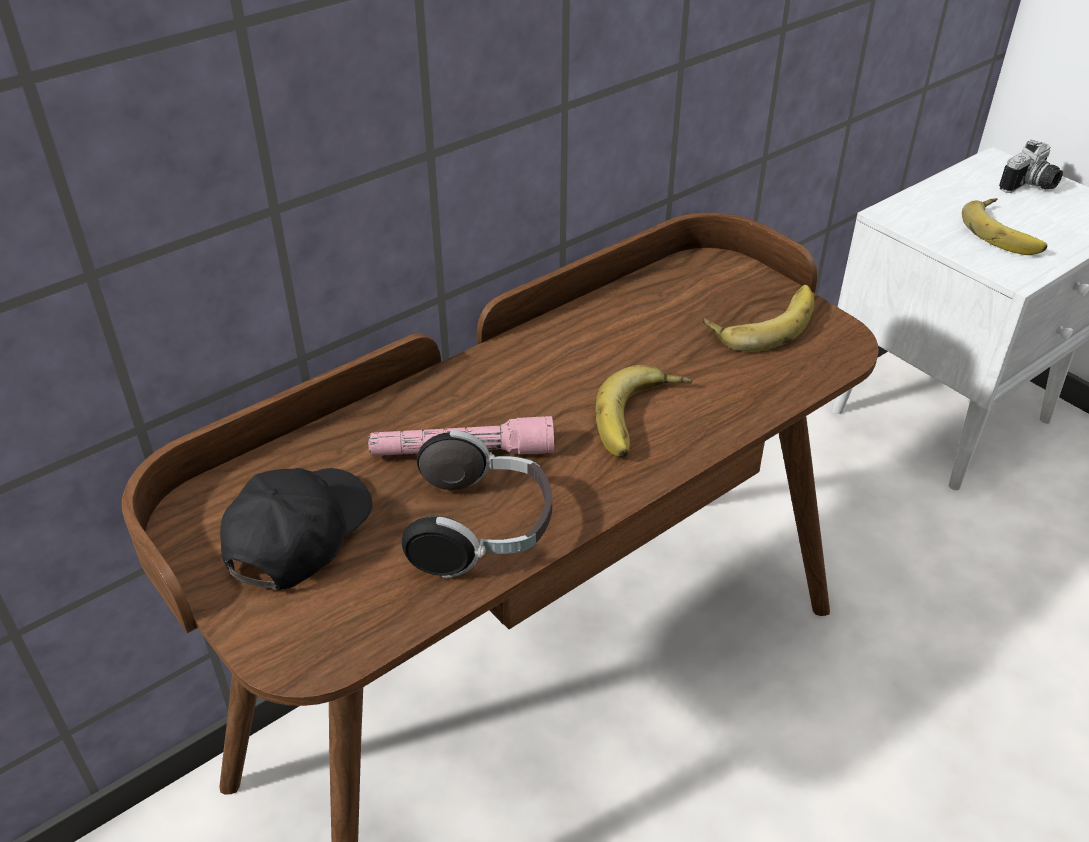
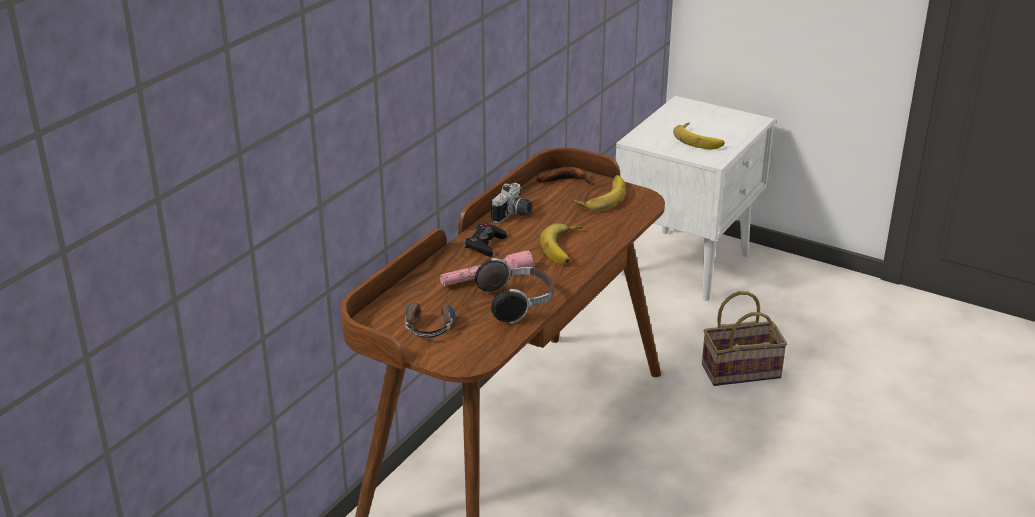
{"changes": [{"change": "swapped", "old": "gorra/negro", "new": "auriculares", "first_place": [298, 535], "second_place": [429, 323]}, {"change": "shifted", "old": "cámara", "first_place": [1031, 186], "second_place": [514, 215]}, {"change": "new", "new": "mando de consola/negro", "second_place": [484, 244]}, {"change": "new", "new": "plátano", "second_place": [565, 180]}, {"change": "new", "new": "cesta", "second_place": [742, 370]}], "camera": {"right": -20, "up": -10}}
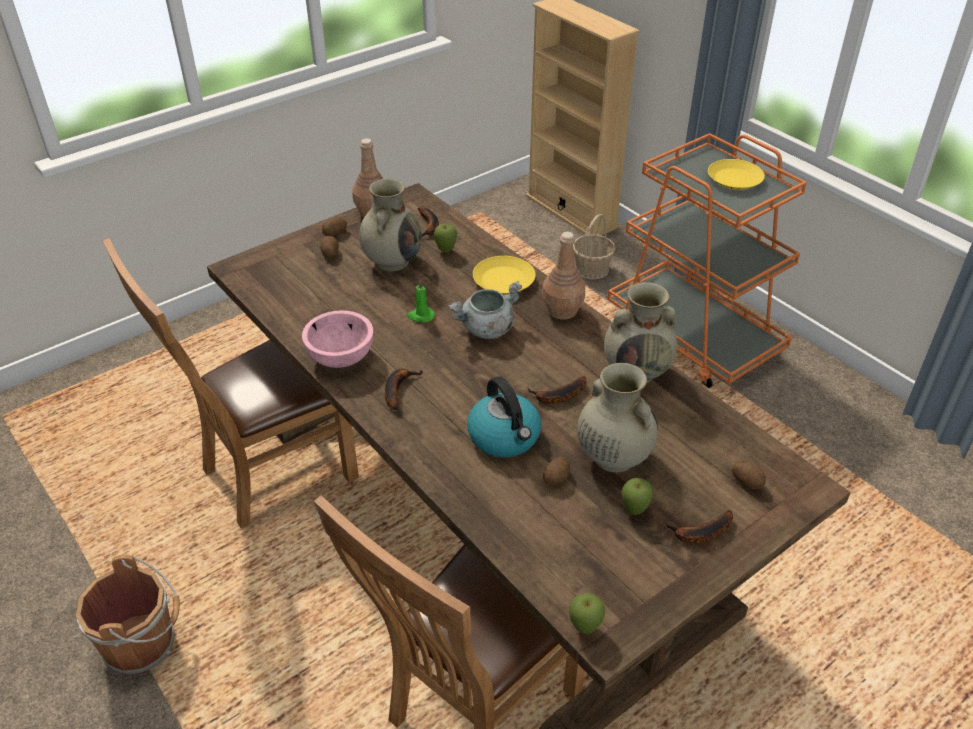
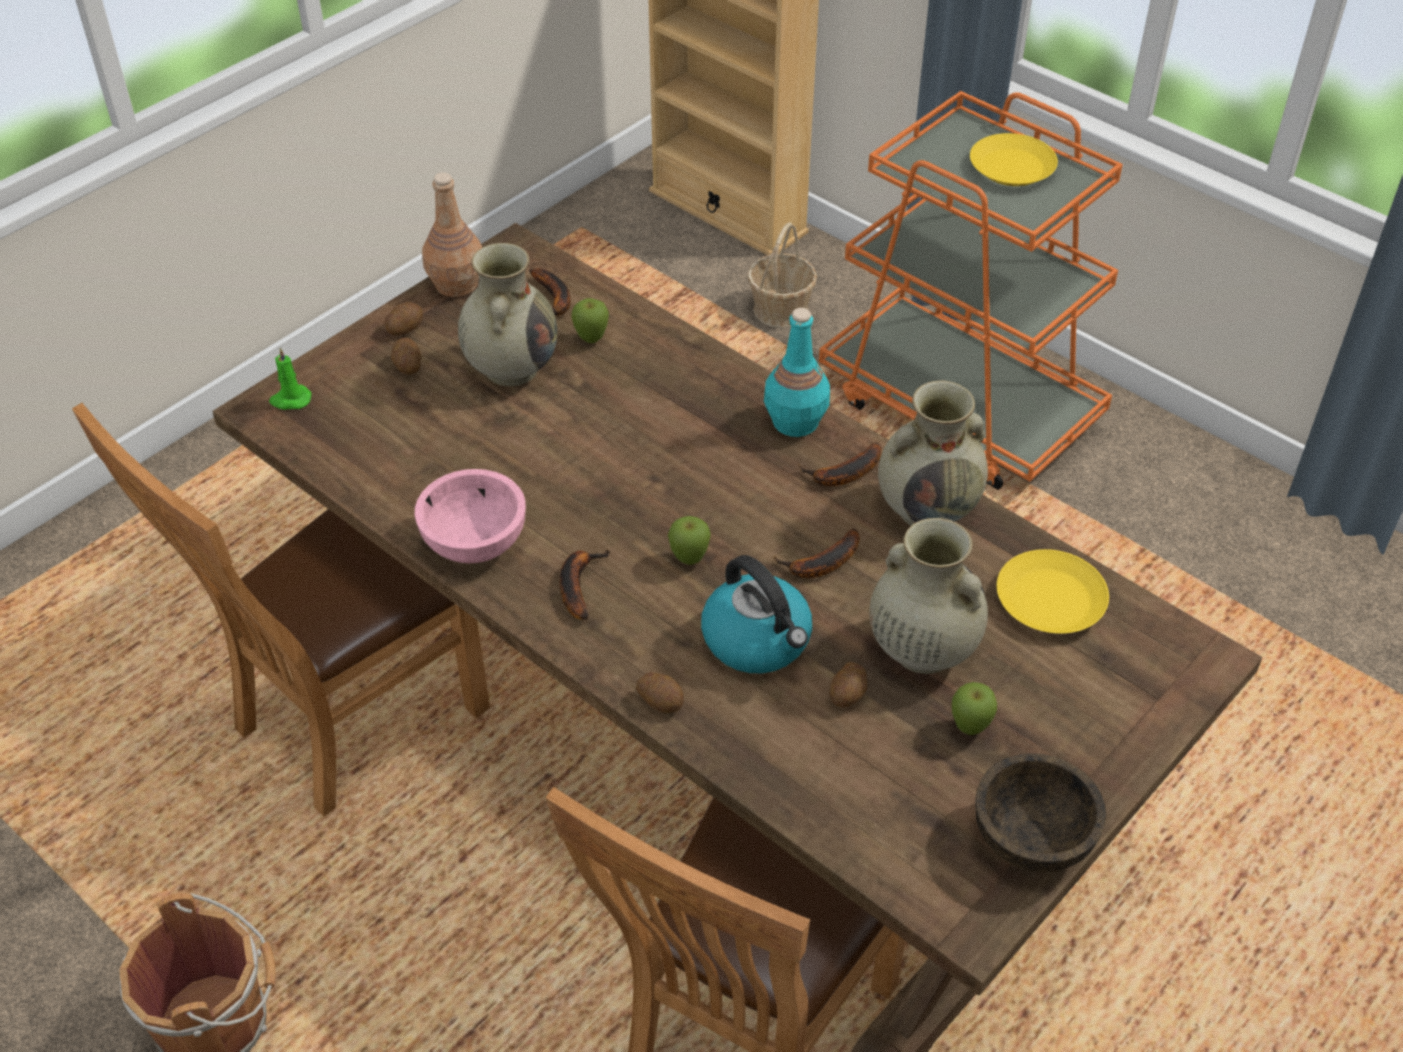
{"changes": [{"change": "shifted", "old": "vela/verde", "first_place": [420, 316], "second_place": [290, 400]}, {"change": "gone", "old": "olla/gris", "first_place": [486, 329]}, {"change": "shifted", "old": "plato/amarillo", "first_place": [504, 280], "second_place": [1051, 599]}, {"change": "repainted", "old": "botella/marrón", "new": "botella/turquesa", "first_place": [562, 311], "second_place": [795, 422]}, {"change": "shifted", "old": "manzana", "first_place": [584, 628], "second_place": [689, 560]}, {"change": "shifted", "old": "plátano", "first_place": [699, 533], "second_place": [843, 475]}, {"change": "shifted", "old": "patata", "first_place": [747, 481], "second_place": [661, 701]}, {"change": "new", "new": "cuenco/marrón", "second_place": [1032, 839]}], "camera": {"right": -10, "up": 5}}
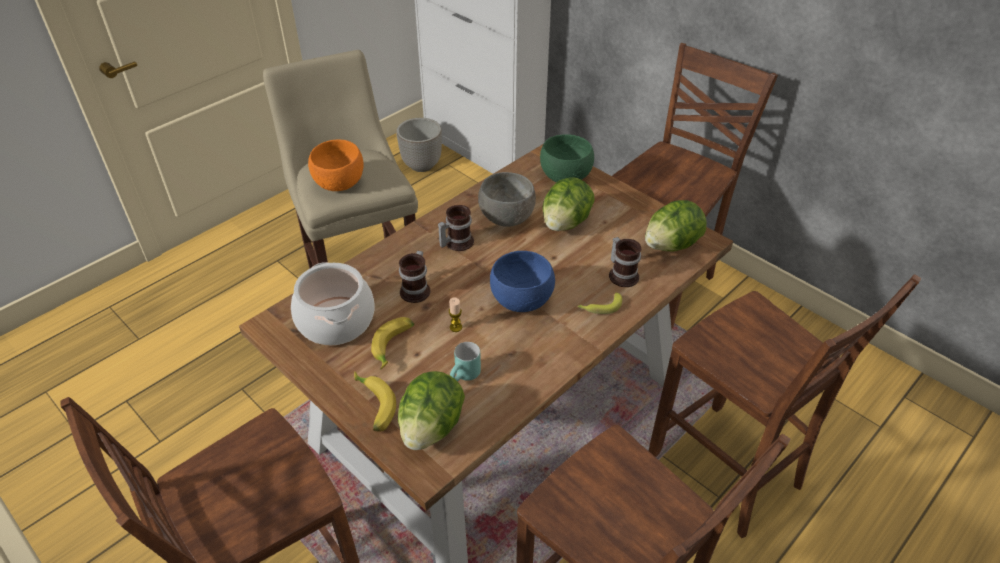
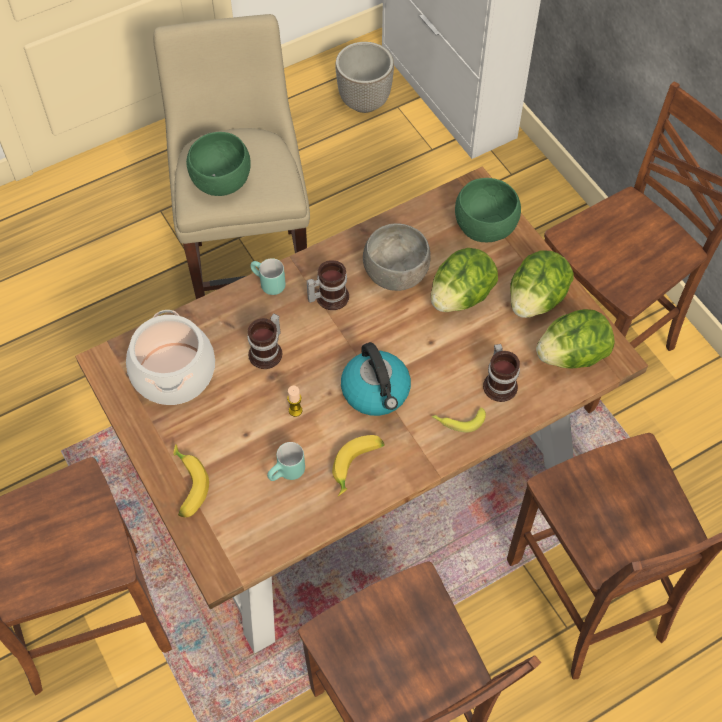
{"changes": [{"change": "repainted", "old": "cuenco/naranja", "new": "cuenco/verde", "first_place": [338, 184], "second_place": [220, 182]}, {"change": "shifted", "old": "plátano", "first_place": [394, 347], "second_place": [358, 467]}, {"change": "shifted", "old": "lechuga", "first_place": [431, 427], "second_place": [536, 299]}, {"change": "swapped", "old": "cuenco/azul", "new": "hervidor", "first_place": [522, 300], "second_place": [376, 392]}, {"change": "new", "new": "taza grande/turquesa", "second_place": [267, 285]}], "camera": {"right": 15, "up": 15}}
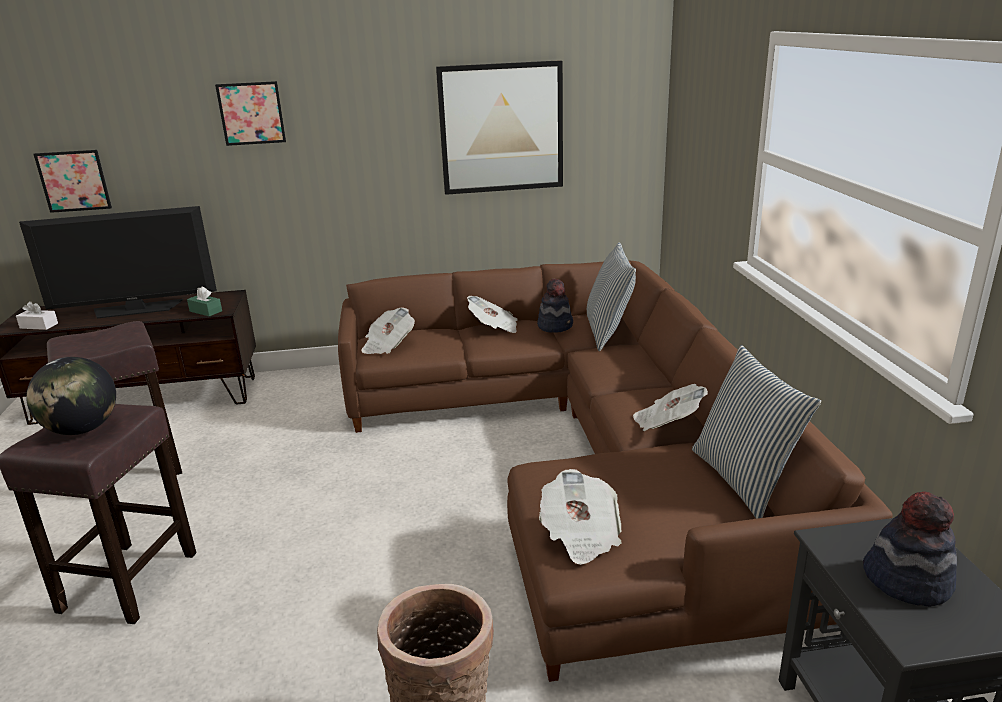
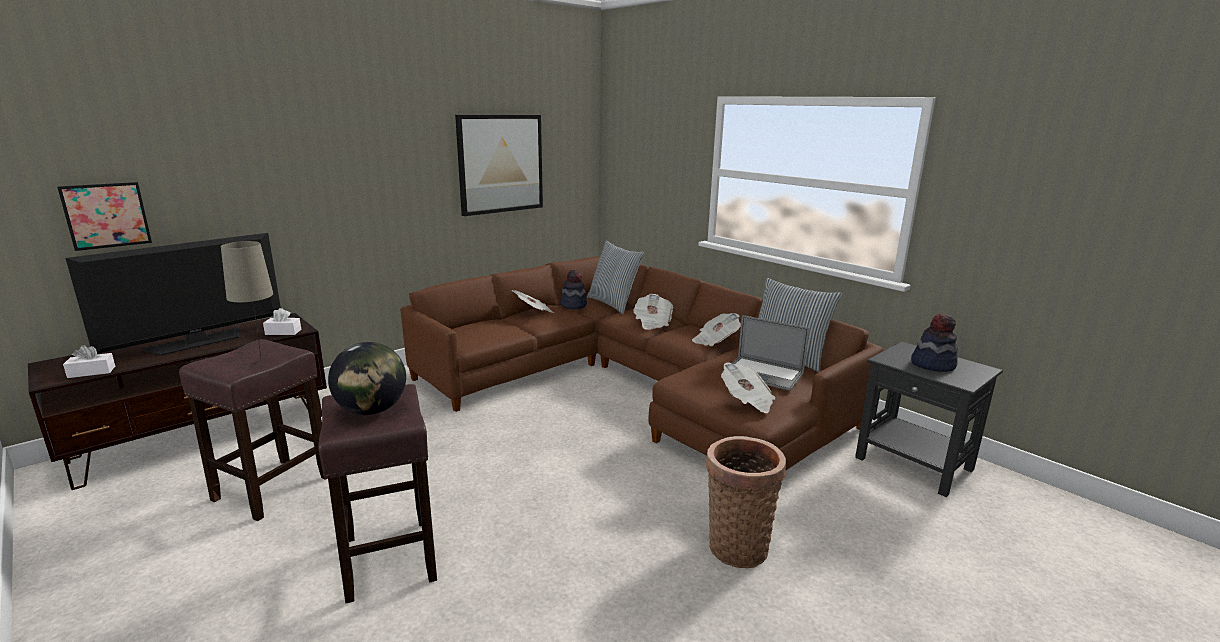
{"changes": [{"change": "repainted", "old": "caja de pañuelos/verde", "new": "caja de pañuelos/blanco", "first_place": [206, 311], "second_place": [283, 332]}, {"change": "gone", "old": "cuadro", "first_place": [251, 113]}, {"change": "shifted", "old": "periódico", "first_place": [388, 345], "second_place": [652, 322]}, {"change": "new", "new": "lámpara de mesa/beis", "second_place": [263, 364]}, {"change": "new", "new": "portátil", "second_place": [762, 374]}], "camera": {"right": -35, "up": -5}}
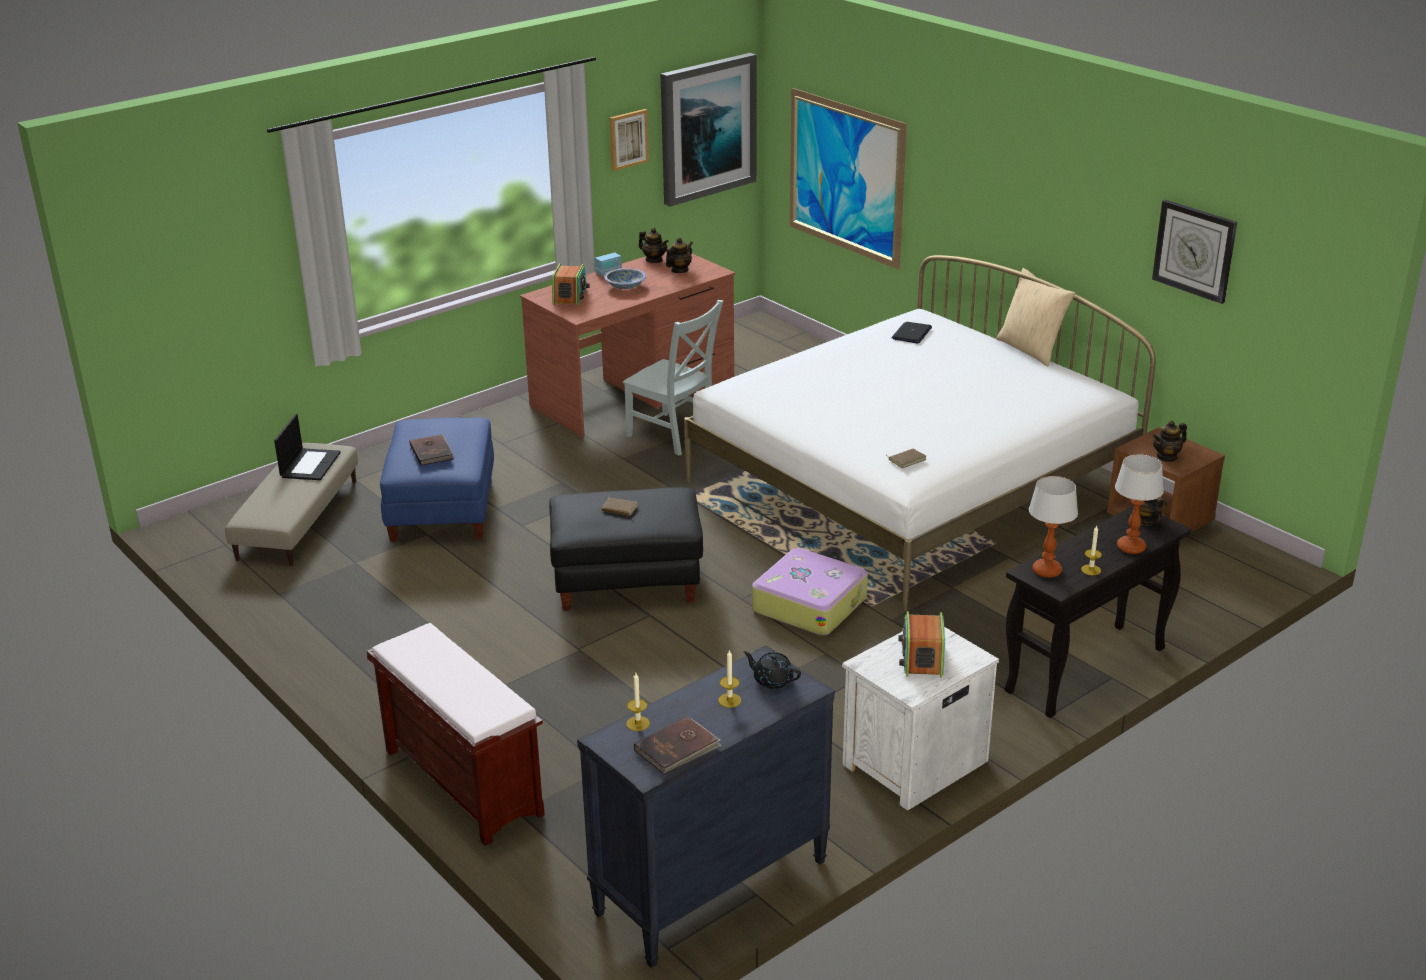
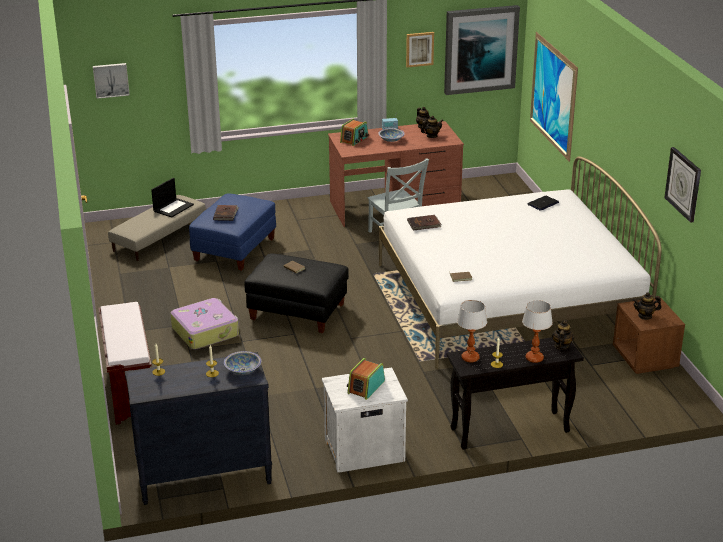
{"changes": [{"change": "shifted", "old": "libro/marrón", "first_place": [678, 748], "second_place": [424, 224]}, {"change": "swapped", "old": "tetera/negro", "new": "cuenco", "first_place": [772, 680], "second_place": [242, 370]}, {"change": "shifted", "old": "maleta", "first_place": [809, 604], "second_place": [205, 331]}, {"change": "gone", "old": "cojín/beis", "first_place": [1031, 349]}, {"change": "new", "new": "cuadro", "second_place": [111, 80]}], "camera": {"right": 25, "up": 0}}
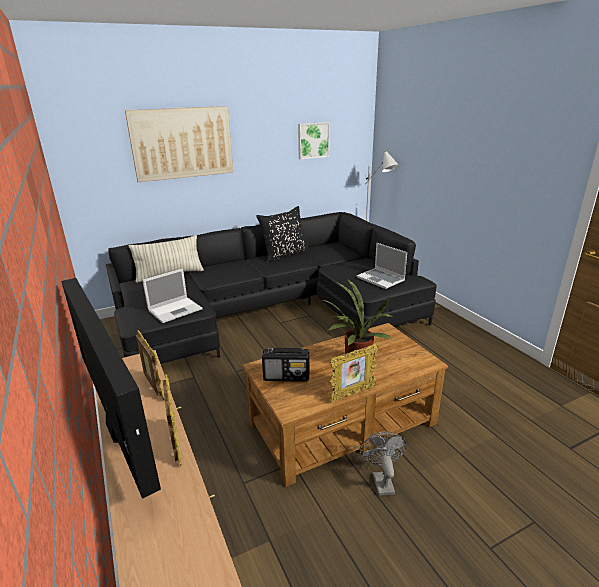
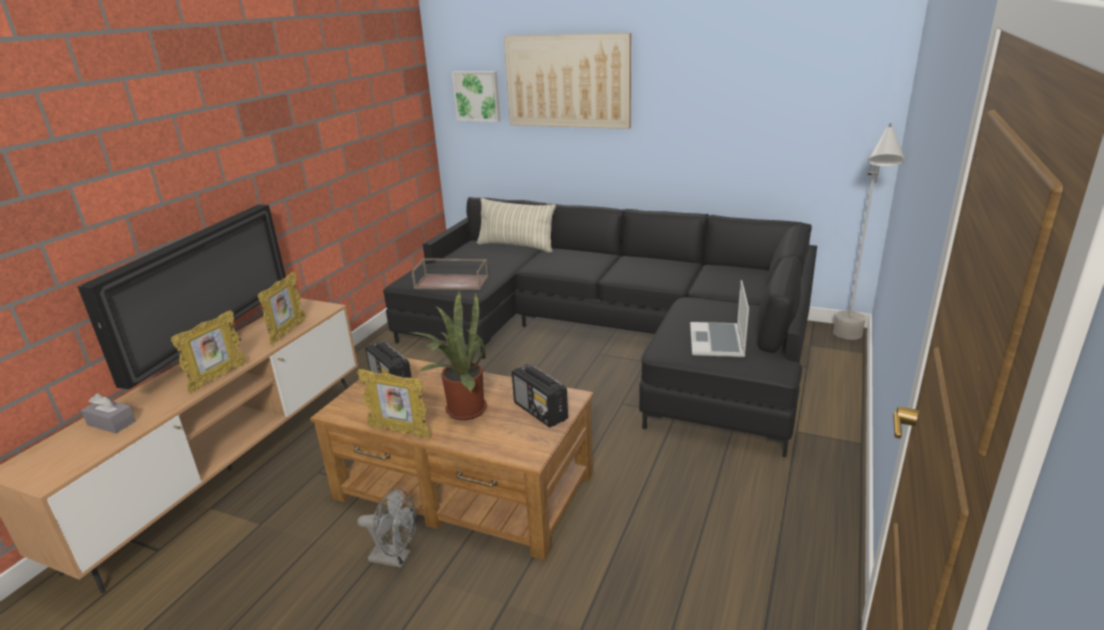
{"changes": [{"change": "swapped", "old": "portátil", "new": "bandeja/marrón", "first_place": [176, 309], "second_place": [452, 282]}, {"change": "gone", "old": "cojín/negro", "first_place": [284, 254]}, {"change": "shifted", "old": "cuadro", "first_place": [313, 140], "second_place": [477, 96]}, {"change": "rotated", "old": "ventilador/gris", "first_place": [381, 480], "second_place": [396, 558], "degrees": 60}, {"change": "new", "new": "caja de pañuelos/gris", "second_place": [111, 423]}, {"change": "new", "new": "radio", "second_place": [540, 411]}], "camera": {"right": 50, "up": 0}}
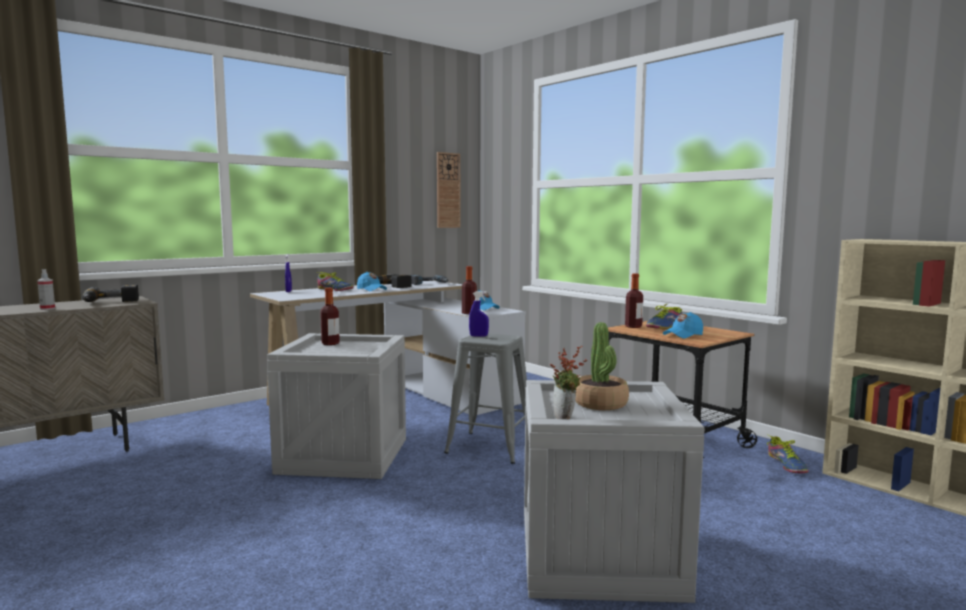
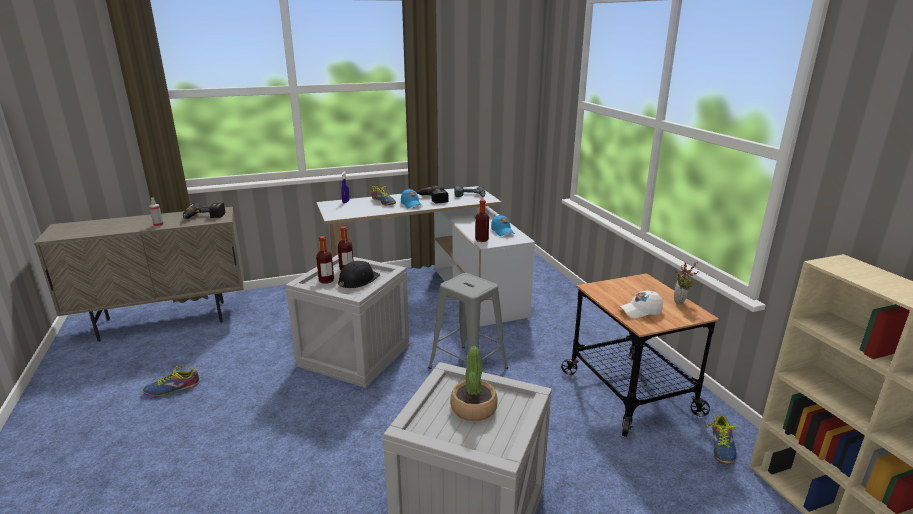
{"changes": [{"change": "gone", "old": "reloj de pared", "first_place": [448, 190]}, {"change": "gone", "old": "pulverizador/azul", "first_place": [478, 336]}, {"change": "shifted", "old": "planta en maceta", "first_place": [566, 418], "second_place": [681, 302]}, {"change": "shifted", "old": "botella", "first_place": [633, 326], "second_place": [326, 281]}, {"change": "shifted", "old": "zapato", "first_place": [665, 327], "second_place": [172, 389]}, {"change": "repainted", "old": "gorra/azul", "new": "gorra/blanco", "first_place": [683, 335], "second_place": [640, 311]}, {"change": "new", "new": "casco/negro", "second_place": [358, 280]}], "camera": {"right": 20, "up": 15}}
